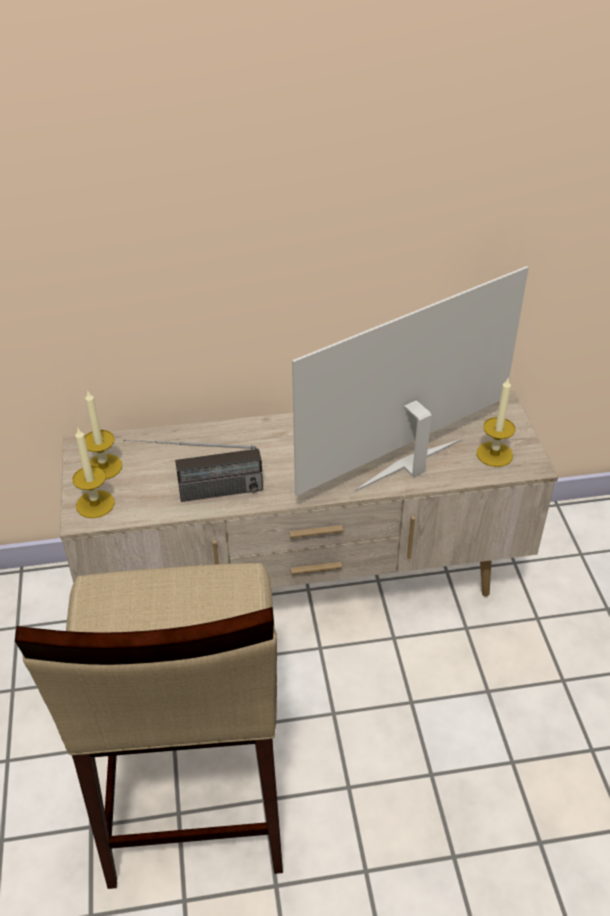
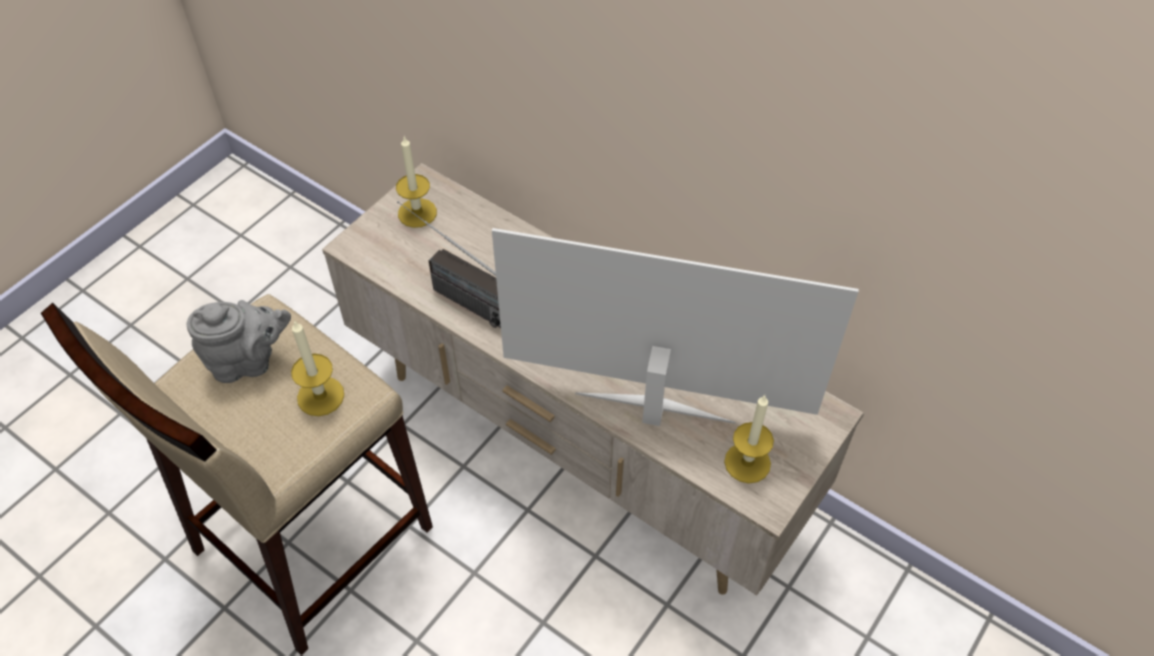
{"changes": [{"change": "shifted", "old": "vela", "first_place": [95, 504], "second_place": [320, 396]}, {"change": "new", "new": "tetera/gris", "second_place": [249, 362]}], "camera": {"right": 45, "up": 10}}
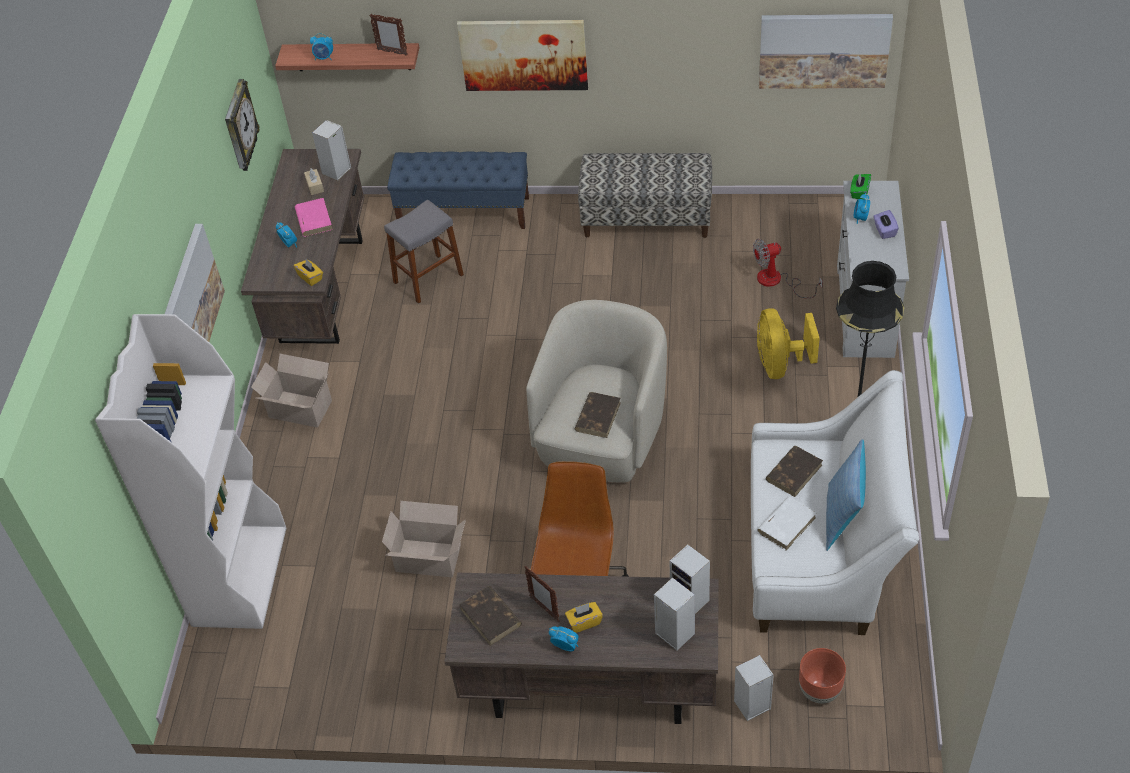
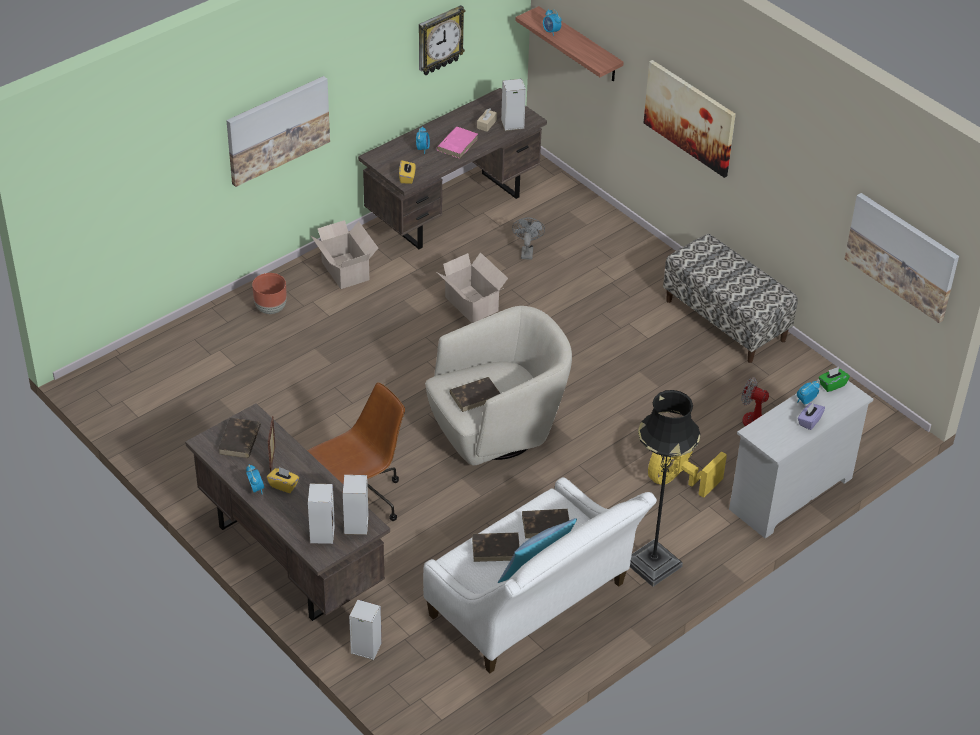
{"changes": [{"change": "gone", "old": "estantería/blanco", "first_place": [239, 575]}, {"change": "gone", "old": "portarretratos", "first_place": [392, 52]}, {"change": "shifted", "old": "caja de cartón", "first_place": [430, 559], "second_place": [472, 305]}, {"change": "swapped", "old": "taburete/gris", "new": "ventilador/gris", "first_place": [428, 278], "second_place": [527, 251]}, {"change": "gone", "old": "banco/azul", "first_place": [464, 212]}, {"change": "repainted", "old": "libro/blanco", "new": "libro/marrón", "first_place": [786, 524], "second_place": [496, 548]}, {"change": "shifted", "old": "maceta/marrón", "first_place": [820, 691], "second_place": [270, 309]}], "camera": {"right": 40, "up": -5}}
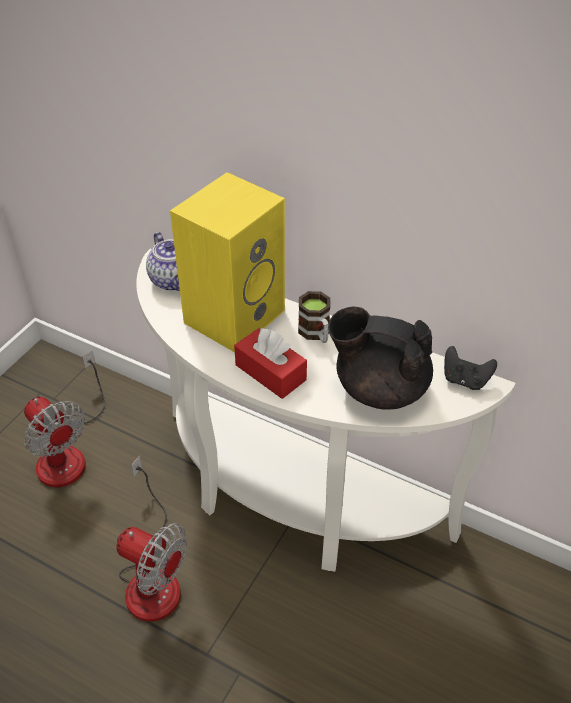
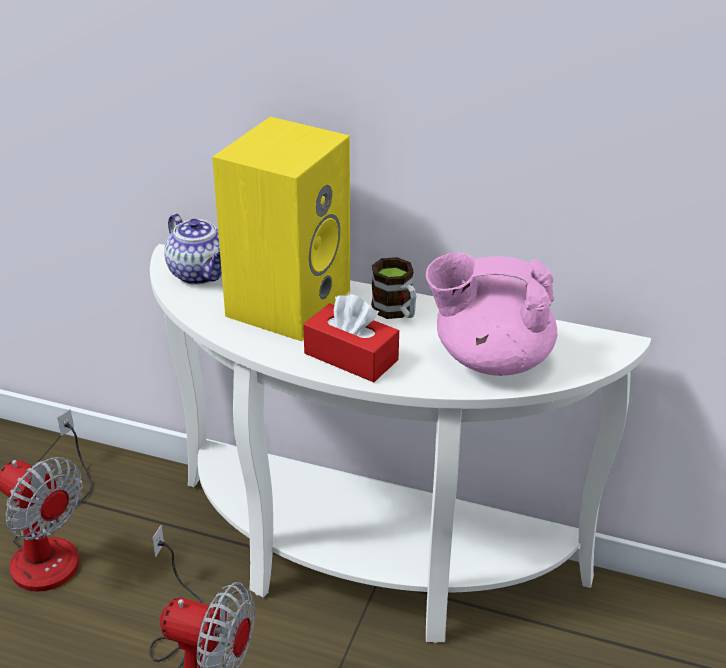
{"changes": [{"change": "repainted", "old": "tetera/negro", "new": "tetera/rosa", "first_place": [379, 388], "second_place": [490, 359]}, {"change": "gone", "old": "mando de consola/negro", "first_place": [465, 380]}], "camera": {"right": -10, "up": -10}}
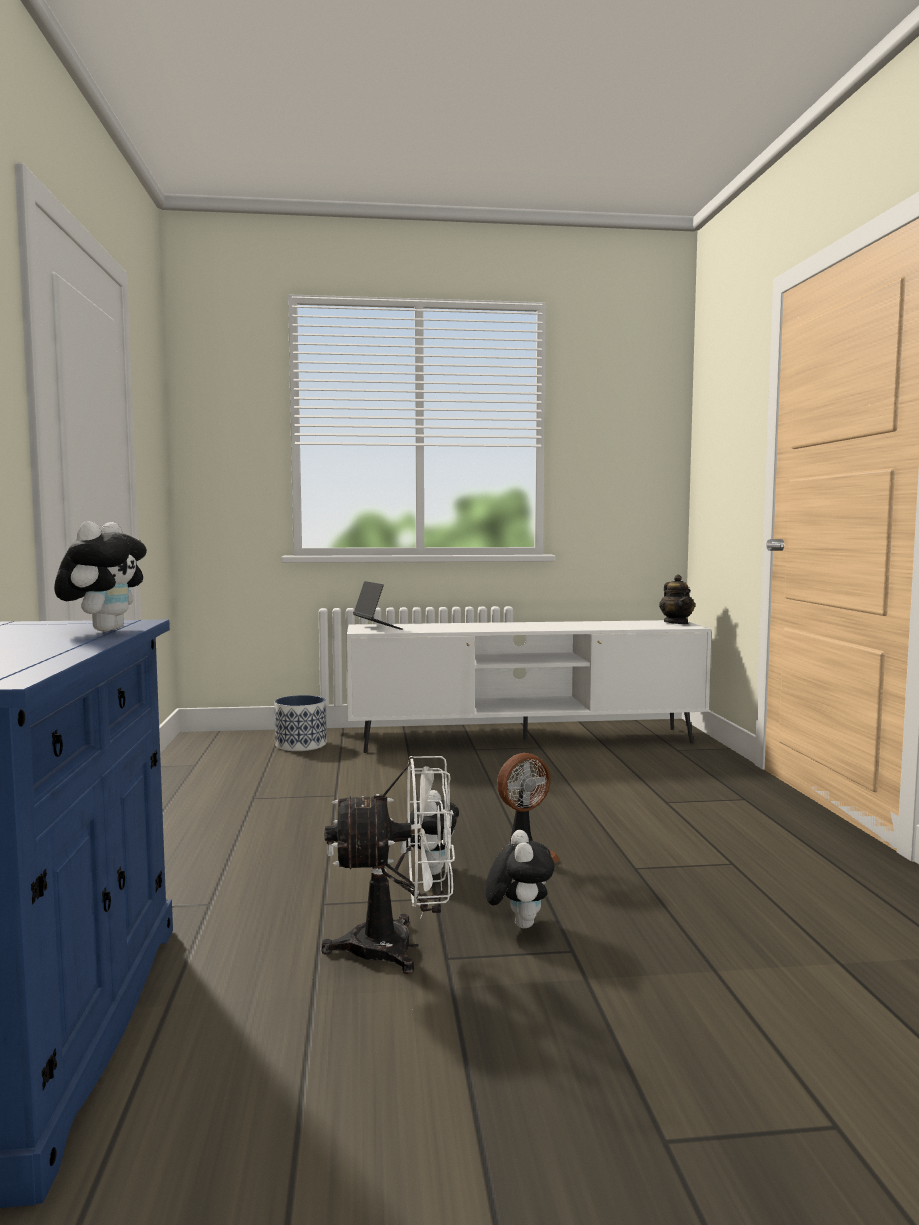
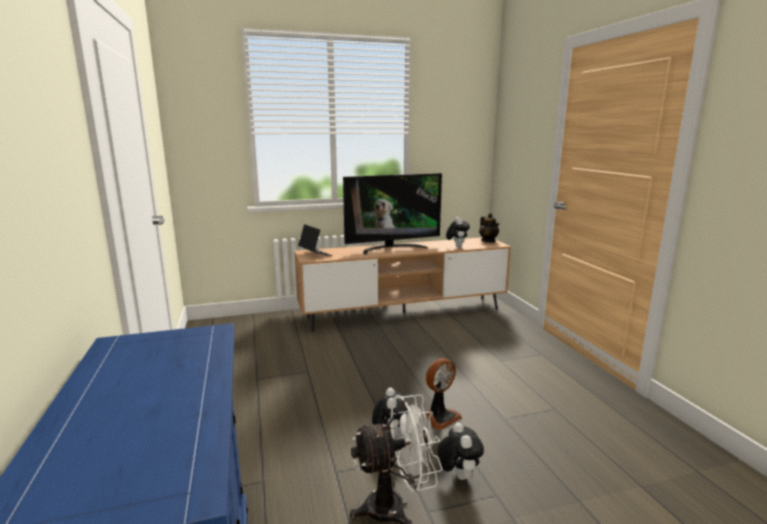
{"changes": [{"change": "shifted", "old": "peluche", "first_place": [104, 630], "second_place": [456, 247]}, {"change": "gone", "old": "maceta", "first_place": [301, 745]}, {"change": "repainted", "old": "mueble de televisión/blanco", "new": "mueble de televisión/marrón", "first_place": [525, 740], "second_place": [404, 314]}, {"change": "new", "new": "televisor", "second_place": [392, 248]}], "camera": {"right": -10, "up": 10}}
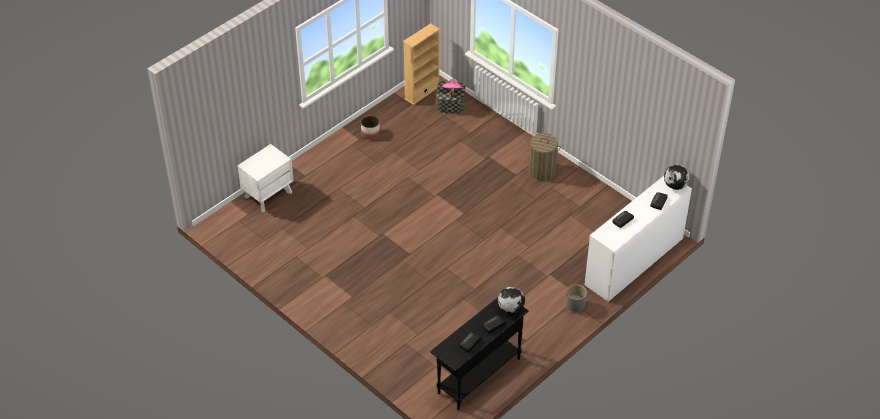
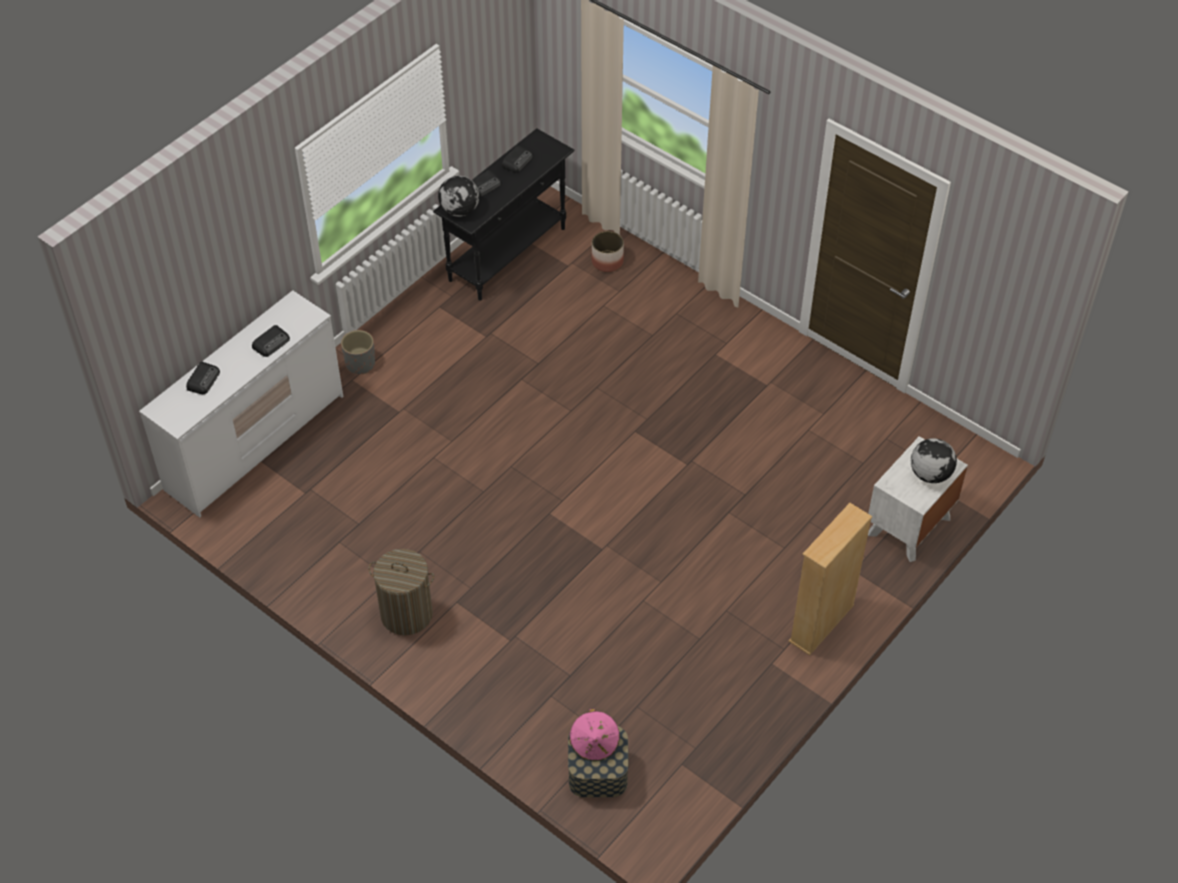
{"changes": [{"change": "shifted", "old": "maceta", "first_place": [370, 133], "second_place": [607, 262]}, {"change": "shifted", "old": "estantería/beis", "first_place": [422, 92], "second_place": [821, 623]}, {"change": "shifted", "old": "globo terráqueo", "first_place": [675, 186], "second_place": [929, 474]}], "camera": {"right": 175, "up": 5}}
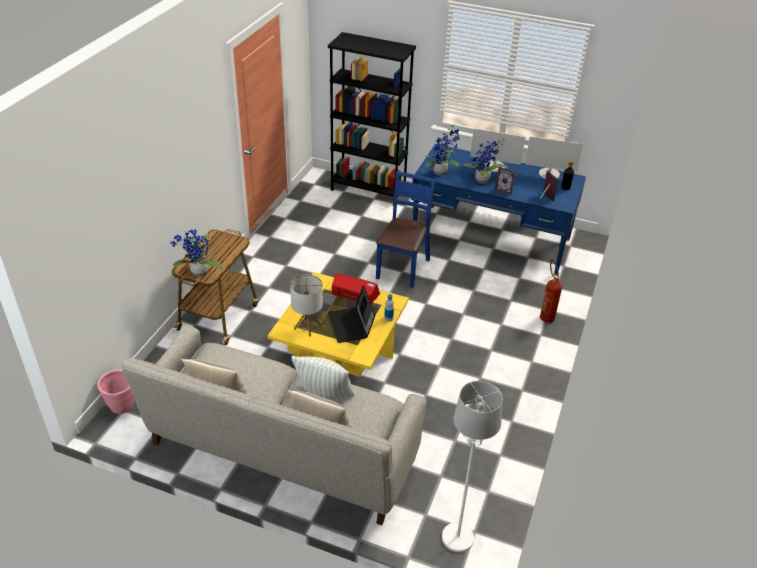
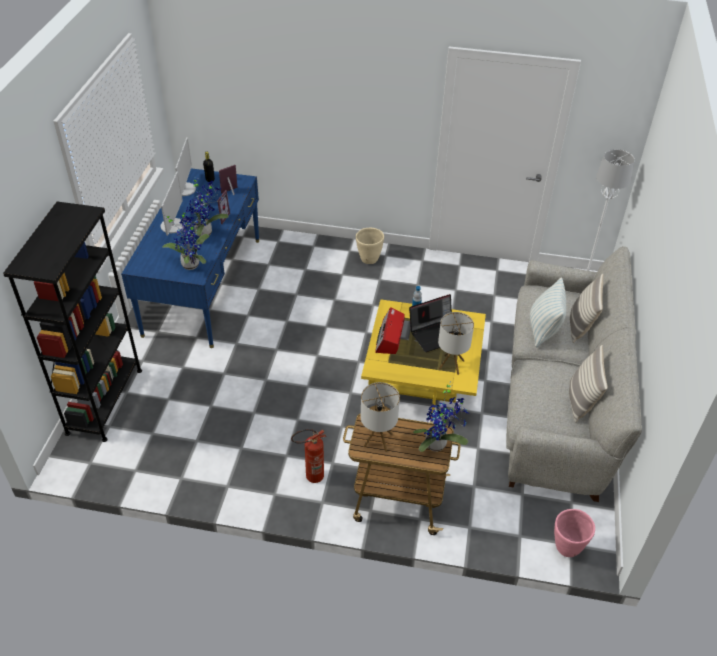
{"changes": [{"change": "gone", "old": "silla/azul", "first_place": [402, 268]}, {"change": "shifted", "old": "extintor", "first_place": [545, 315], "second_place": [310, 477]}, {"change": "new", "new": "maceta/beis", "second_place": [369, 259]}, {"change": "new", "new": "lámpara de mesa", "second_place": [378, 440]}], "camera": {"right": -100, "up": 5}}
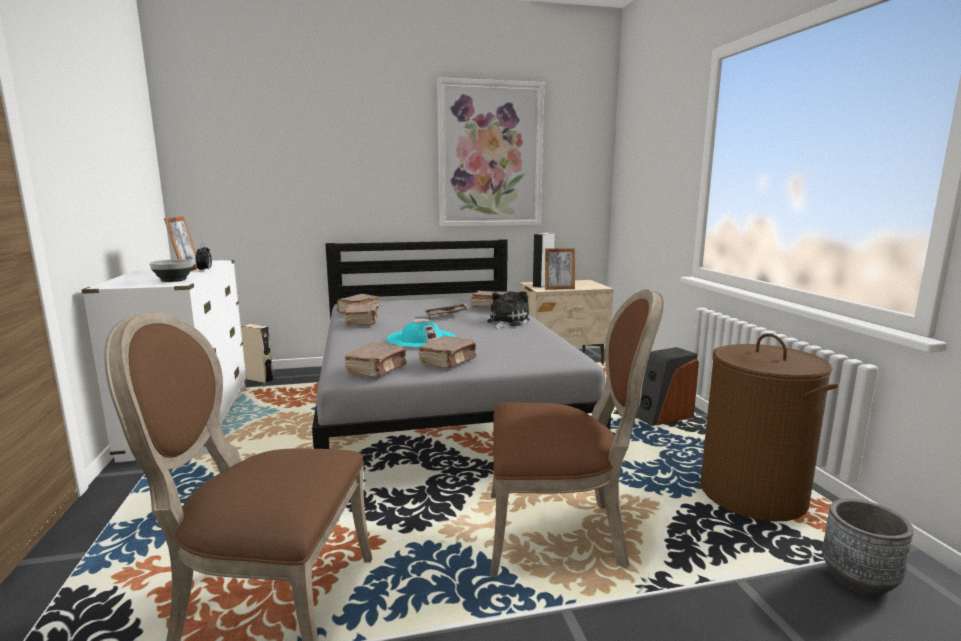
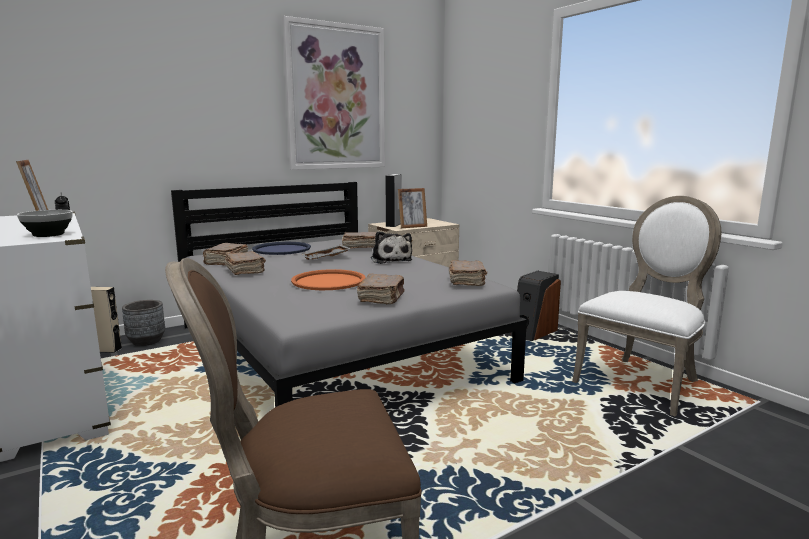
{"changes": [{"change": "shifted", "old": "libro/marrón", "first_place": [377, 370], "second_place": [467, 282]}, {"change": "swapped", "old": "sombrero/turquesa", "new": "bandeja/naranja", "first_place": [421, 339], "second_place": [328, 281]}, {"change": "rotated", "old": "peluche", "first_place": [506, 322], "second_place": [390, 260], "degrees": 150}, {"change": "gone", "old": "silla/marrón", "first_place": [560, 533]}, {"change": "swapped", "old": "cesto de la ropa/marrón", "new": "silla/blanco", "first_place": [753, 494], "second_place": [642, 382]}, {"change": "shifted", "old": "maceta/gris", "first_place": [858, 580], "second_place": [146, 341]}, {"change": "new", "new": "bandeja/azul", "second_place": [281, 249]}], "camera": {"right": -20, "up": 0}}
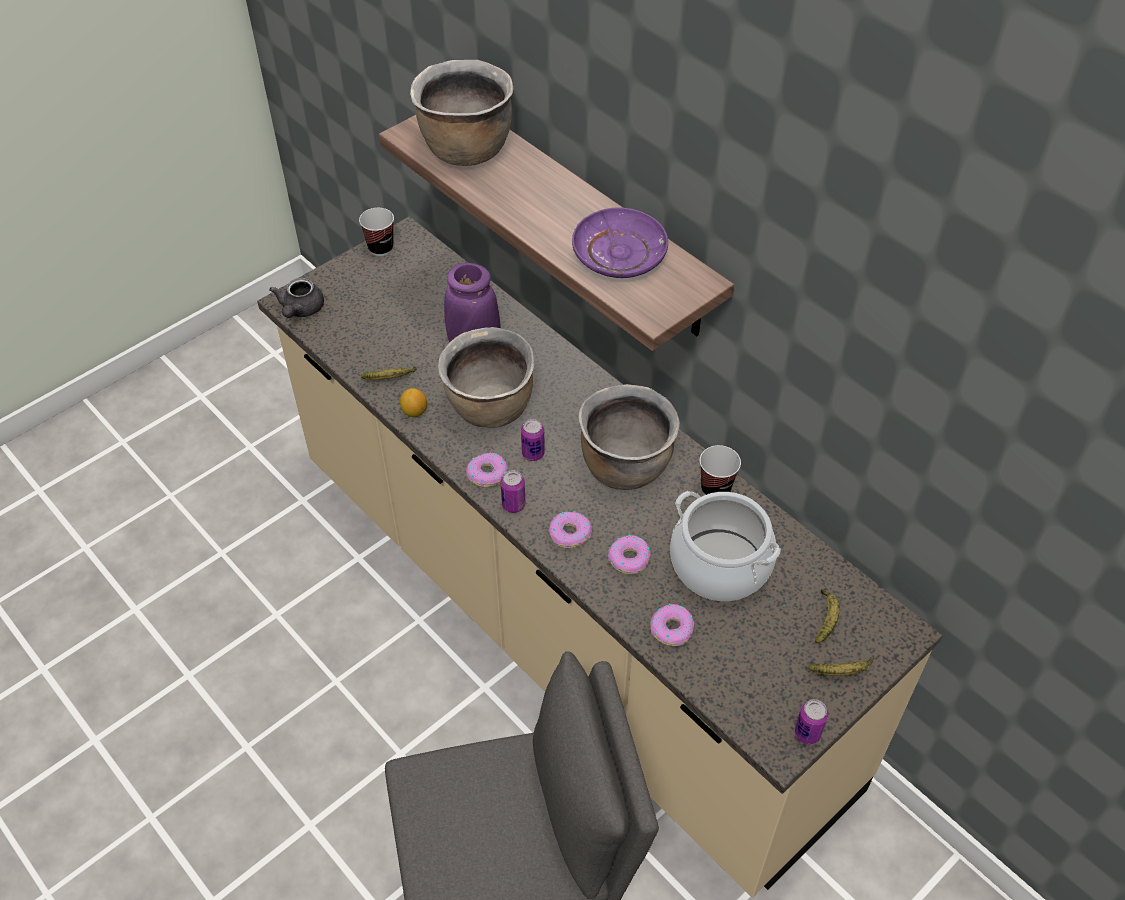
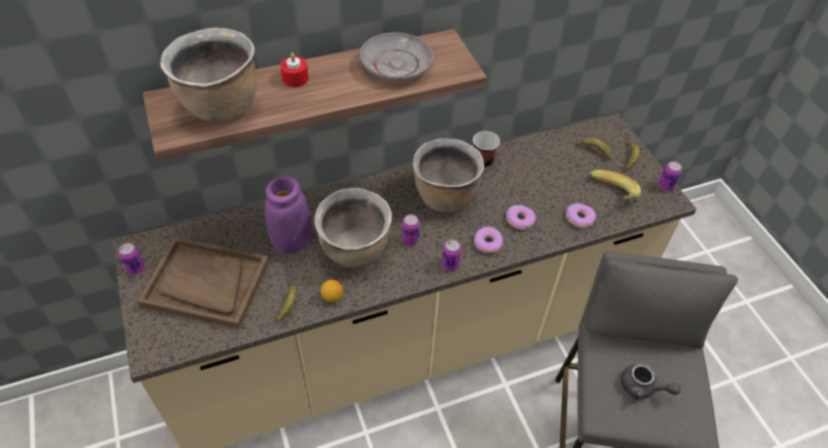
{"changes": [{"change": "shifted", "old": "tetera/gris", "first_place": [300, 310], "second_place": [643, 388]}, {"change": "swapped", "old": "taza", "new": "lata", "first_place": [380, 248], "second_place": [136, 268]}, {"change": "gone", "old": "rosquilla", "first_place": [487, 474]}, {"change": "repainted", "old": "plato/morado", "new": "plato/gris", "first_place": [619, 254], "second_place": [396, 65]}, {"change": "gone", "old": "olla", "first_place": [720, 565]}, {"change": "new", "new": "bandeja/marrón", "second_place": [206, 284]}, {"change": "new", "new": "vela/rojo", "second_place": [295, 78]}, {"change": "new", "new": "plátano", "second_place": [610, 195]}], "camera": {"right": -70, "up": 0}}
